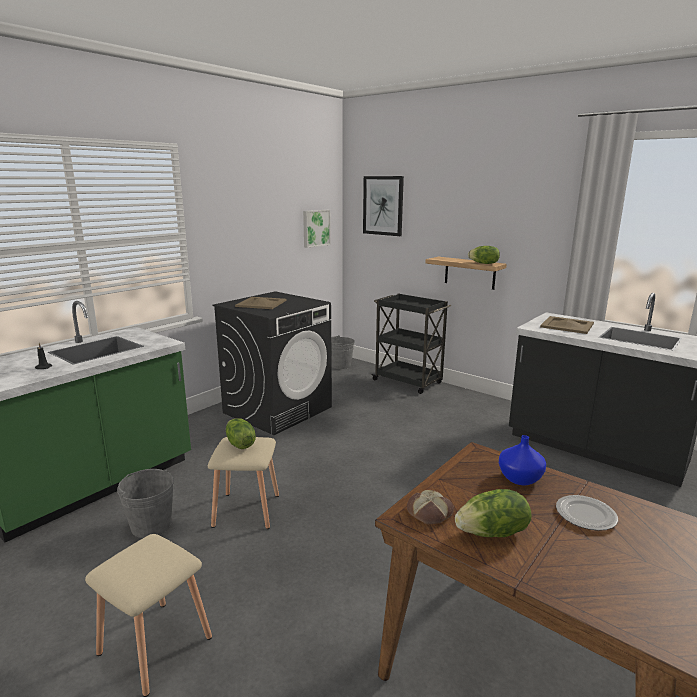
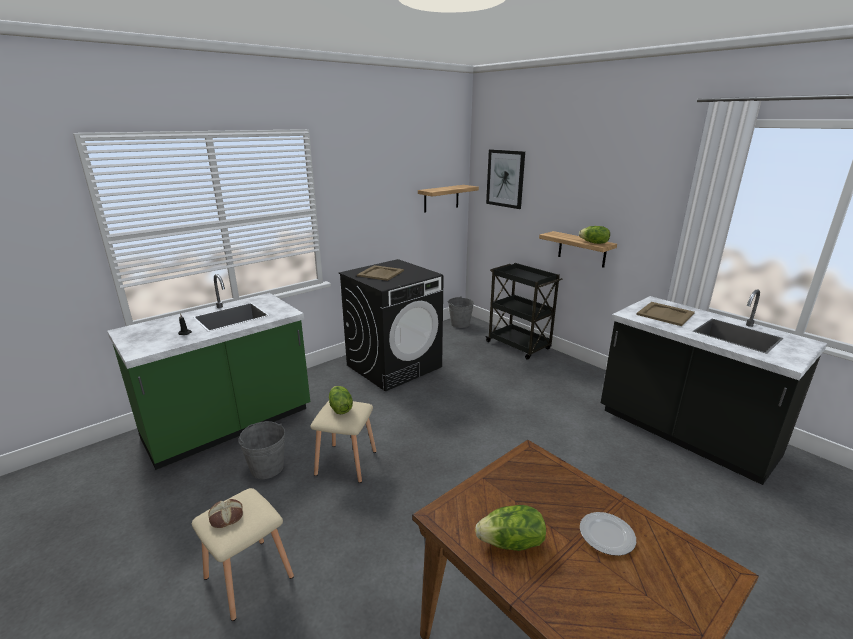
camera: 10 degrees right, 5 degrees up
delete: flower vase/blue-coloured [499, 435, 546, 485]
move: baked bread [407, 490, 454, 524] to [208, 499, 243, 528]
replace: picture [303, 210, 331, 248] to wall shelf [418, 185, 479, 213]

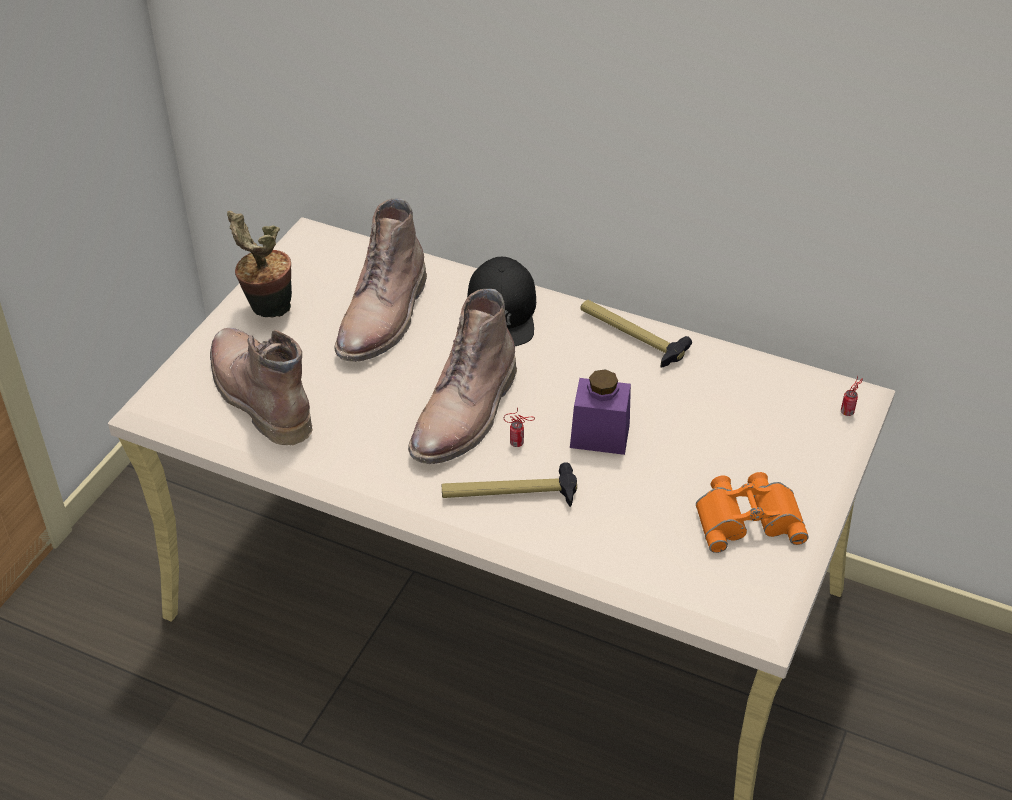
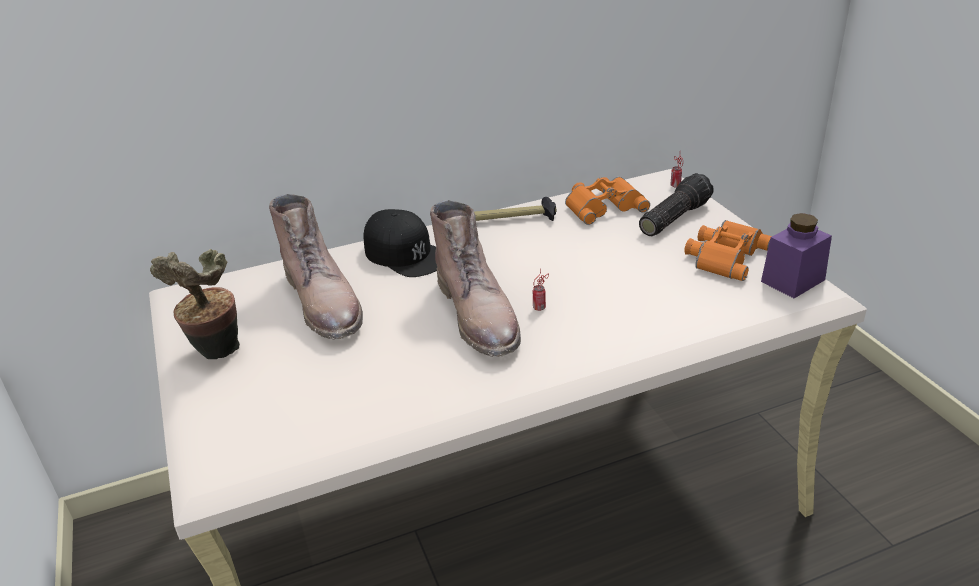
camera: 45 degrees left, 10 degrees down
delete: high-top boot/brown [210, 328, 313, 445]; tool hammer [442, 462, 577, 507]
insert: field glasses/orange-coloured [565, 177, 650, 225]; hand torch [639, 173, 714, 236]
move: jar/purple-coloured [570, 369, 631, 455] to [761, 213, 832, 298]

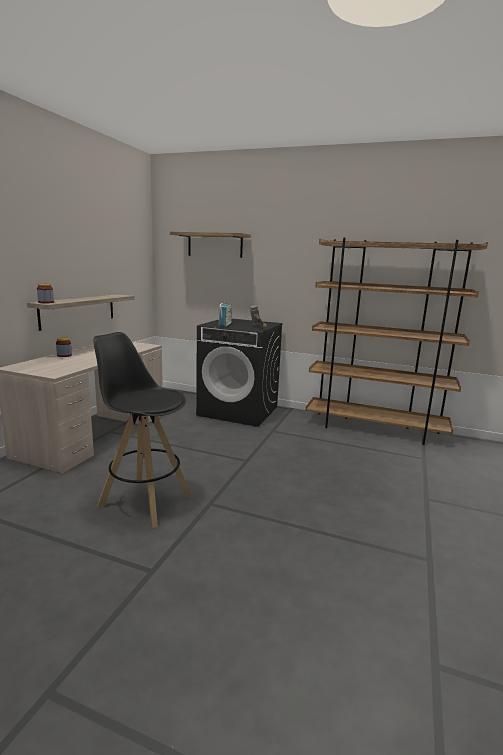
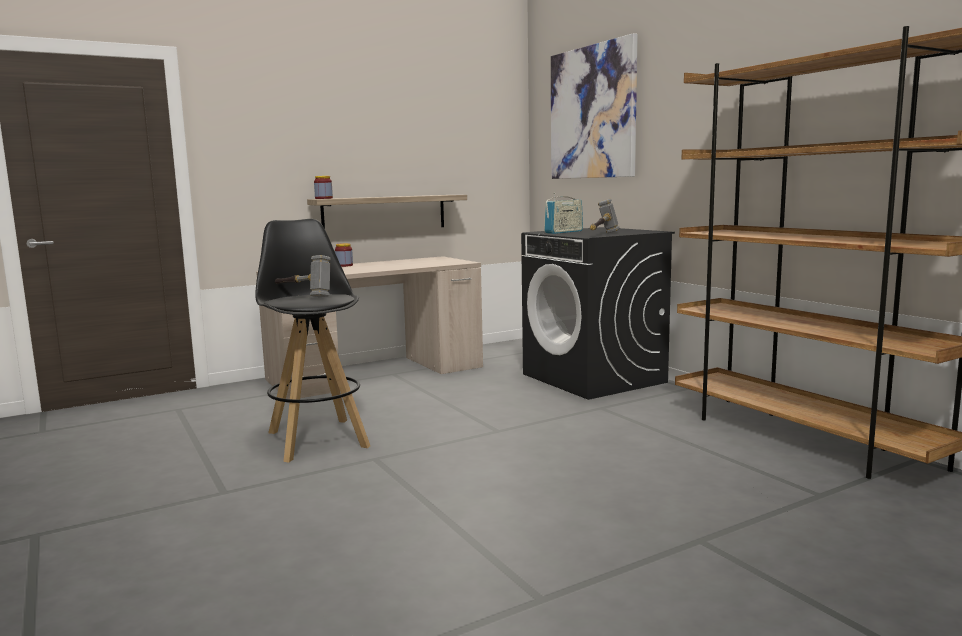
camera: 40 degrees right, 5 degrees down
insert: tool hammer [275, 255, 331, 297]
replace: wall shelf [170, 232, 251, 258] to picture [551, 33, 638, 179]

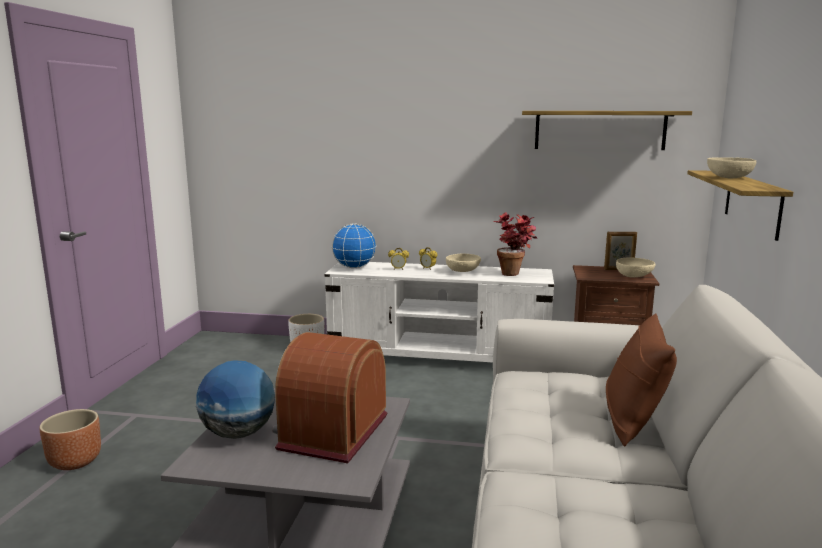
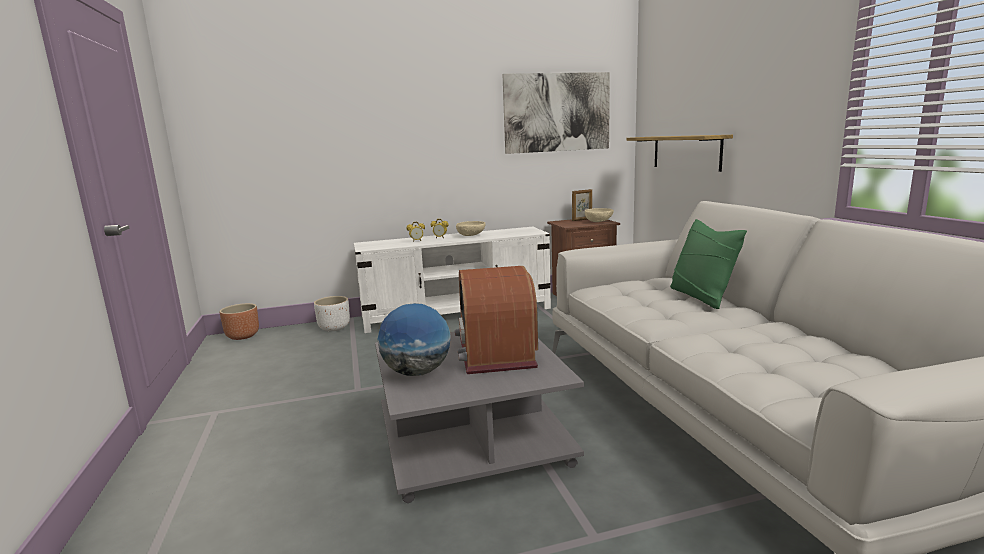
camera: 25 degrees left, 0 degrees up
delete: desk globe [332, 224, 377, 268]; plant in a pot [493, 212, 537, 276]; bowl/beige [707, 157, 757, 179]
move: plant pot/brown [40, 409, 101, 470] to [220, 303, 259, 340]
replace: wall shelf [522, 111, 692, 150] to picture [502, 72, 610, 154]
recolor: throw pillow/brown [606, 313, 677, 446] to throw pillow/green [670, 219, 747, 309]

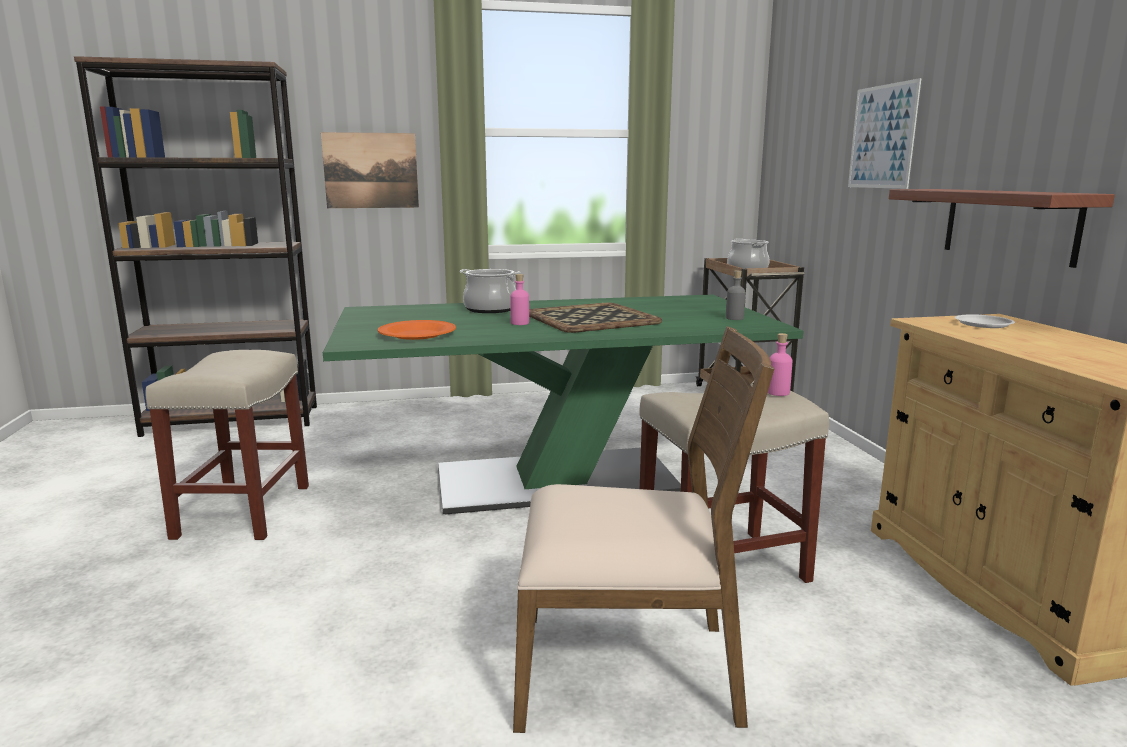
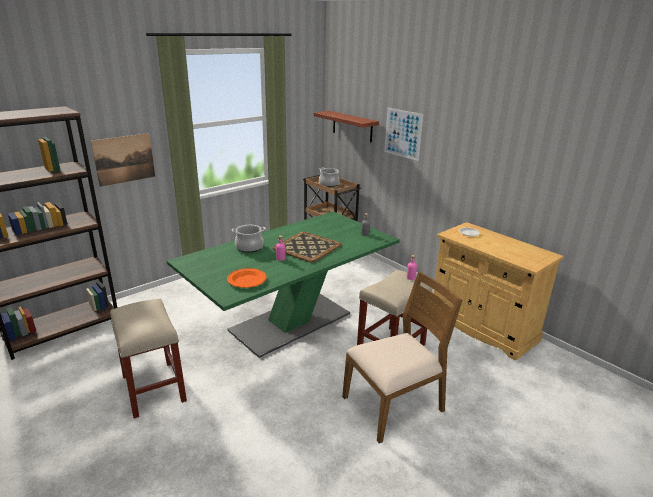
camera: 30 degrees left, 10 degrees up
move: wall shelf [889, 189, 1115, 268] to [314, 111, 379, 143]

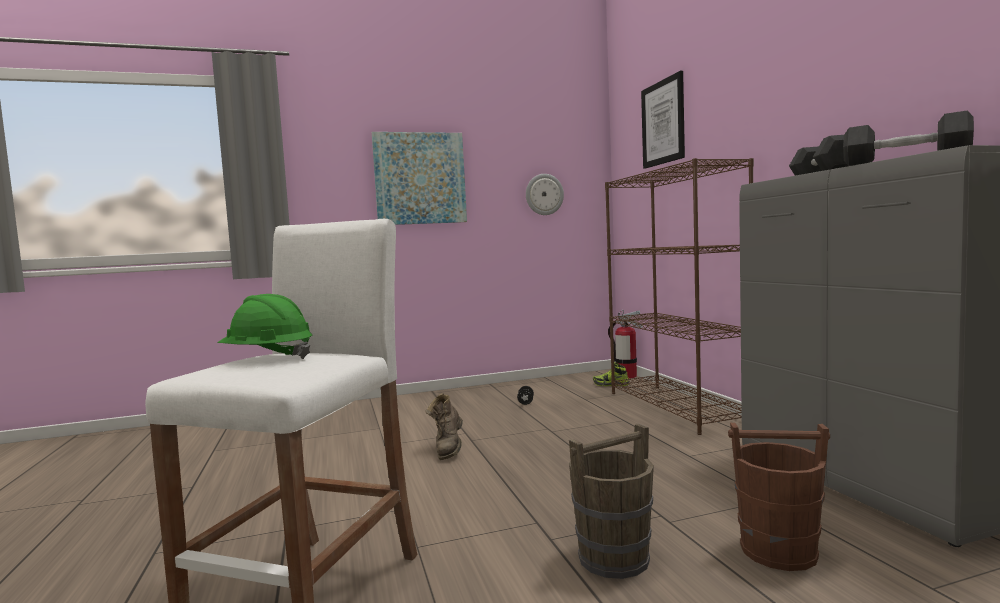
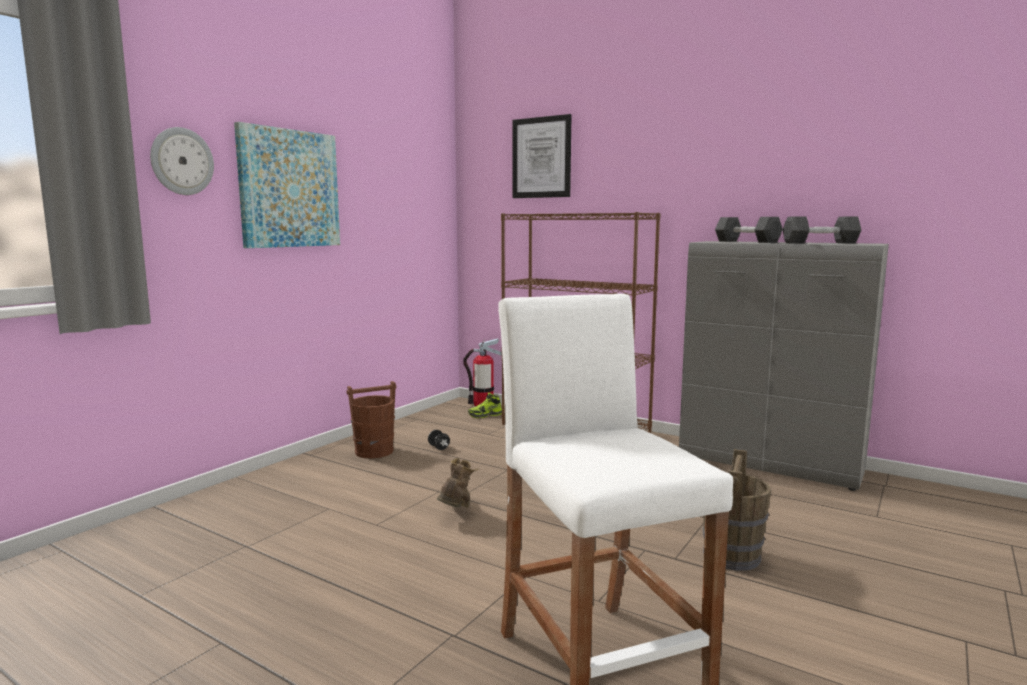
camera: 40 degrees left, 5 degrees up
delete: safety helmet/green [217, 294, 312, 359]
move: clock on the wall [526, 174, 564, 215] to [150, 127, 214, 195]; bucket/brown [728, 423, 830, 571] to [347, 381, 396, 458]
rotate: high-top boot/brown [425, 393, 463, 460] = [437, 458, 479, 508] 135 degrees counterclockwise

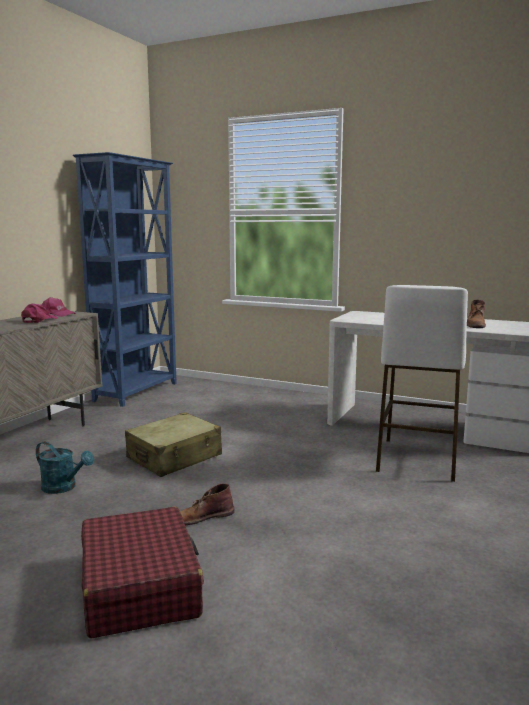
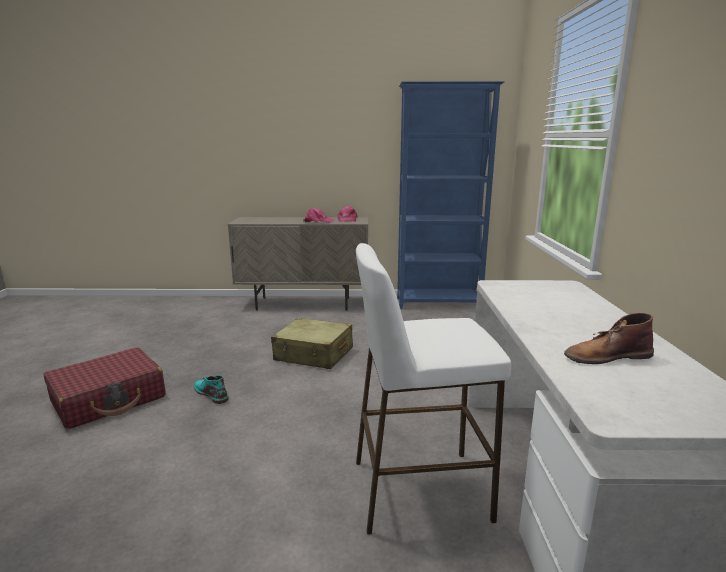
camera: 65 degrees right, 5 degrees up
delete: sprinkling can/turquoise [36, 441, 94, 494]
recolor: high-top boot/brown [180, 484, 235, 525] to high-top boot/turquoise [194, 375, 229, 404]

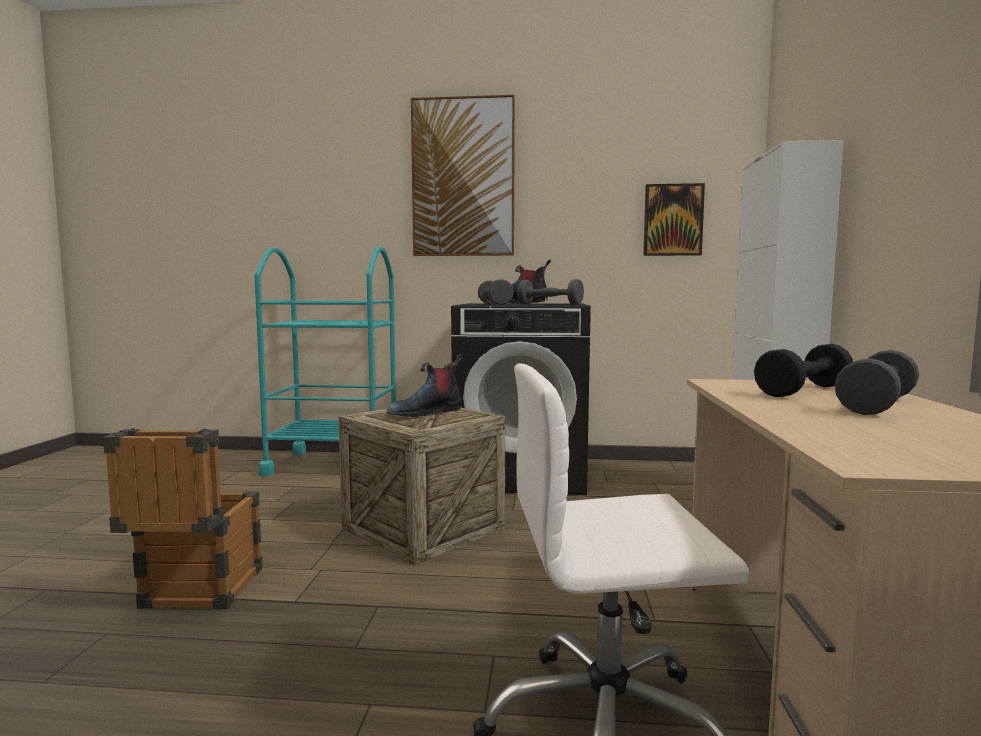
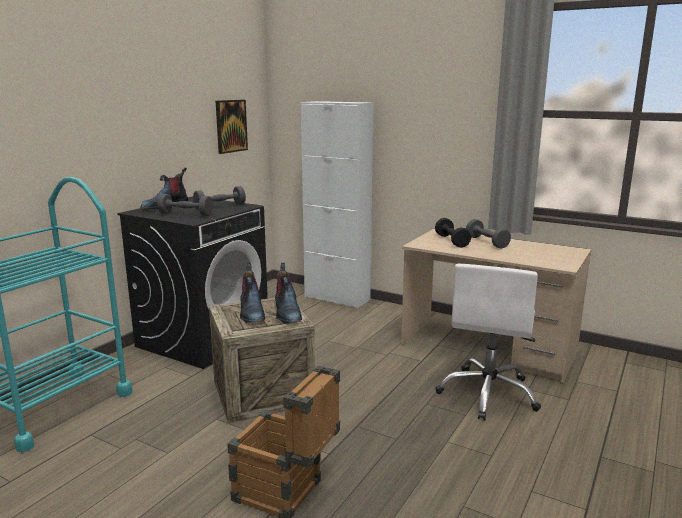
camera: 65 degrees left, 10 degrees up
delete: picture [411, 95, 515, 256]
insert: high-top boot [275, 263, 302, 323]

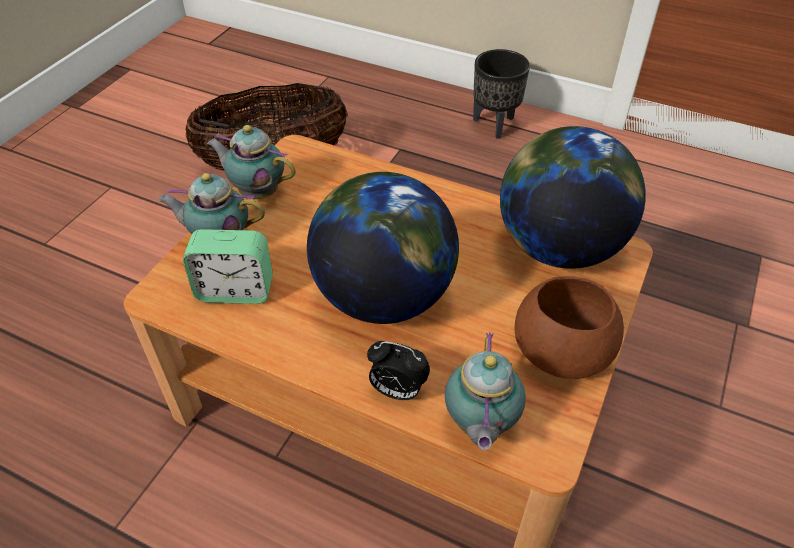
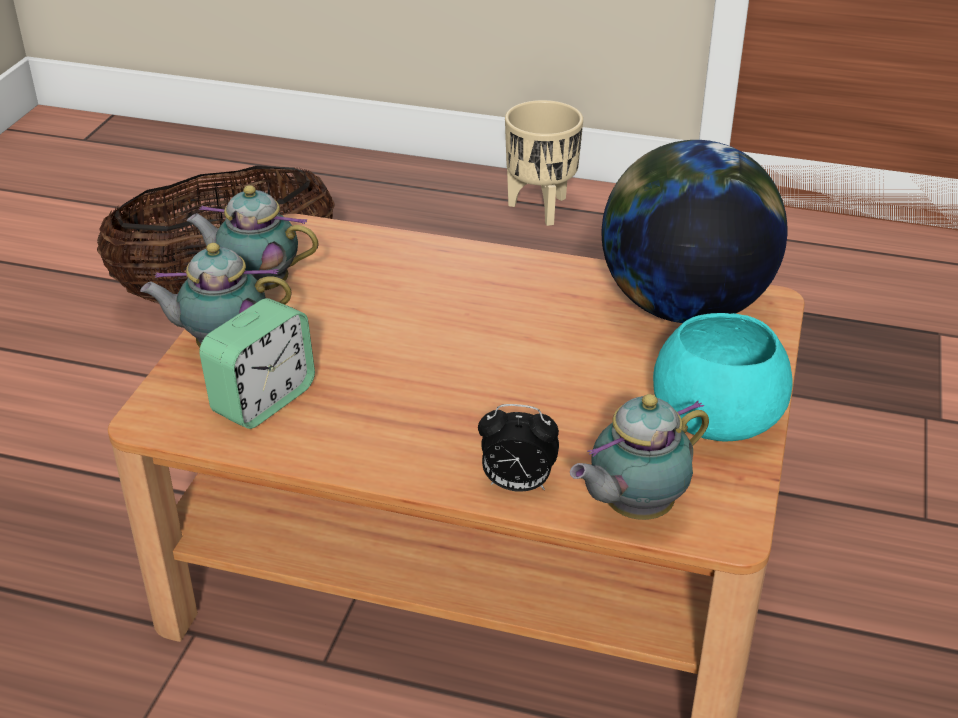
camera: 10 degrees left, 10 degrees down
delete: desk globe [307, 172, 459, 324]
recolor: plant pot/blackish [473, 49, 530, 139] to plant pot/beige [505, 100, 583, 226]; bowl/brown [515, 276, 624, 379] to bowl/turquoise [653, 313, 792, 442]
rotate: alarm clock [183, 229, 273, 304] = [199, 298, 315, 429] 45 degrees counterclockwise; tea pot [445, 332, 526, 450] = [570, 394, 709, 520] 60 degrees clockwise

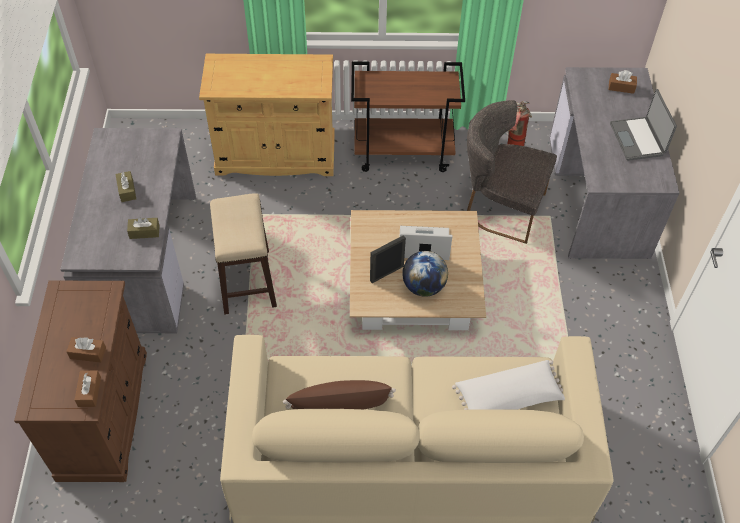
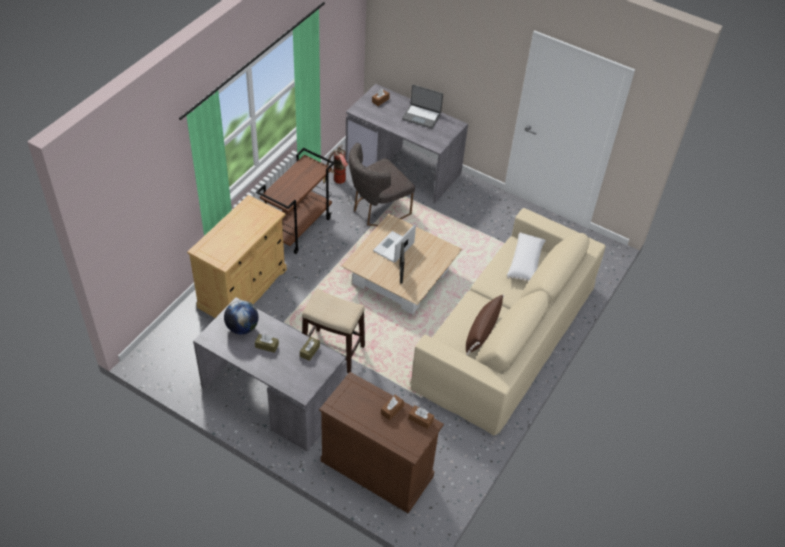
camera: 60 degrees left, 5 degrees down
move: desk globe [402, 251, 448, 297] to [224, 300, 259, 334]

